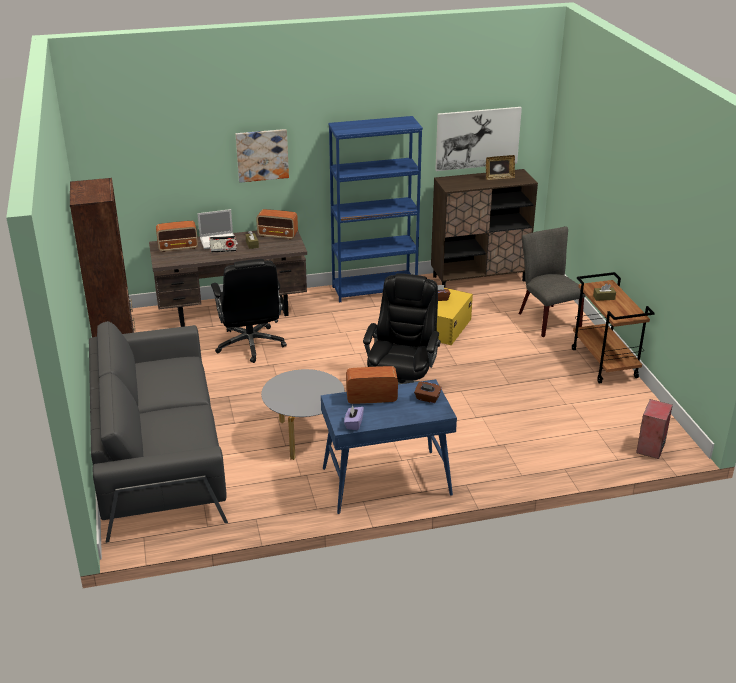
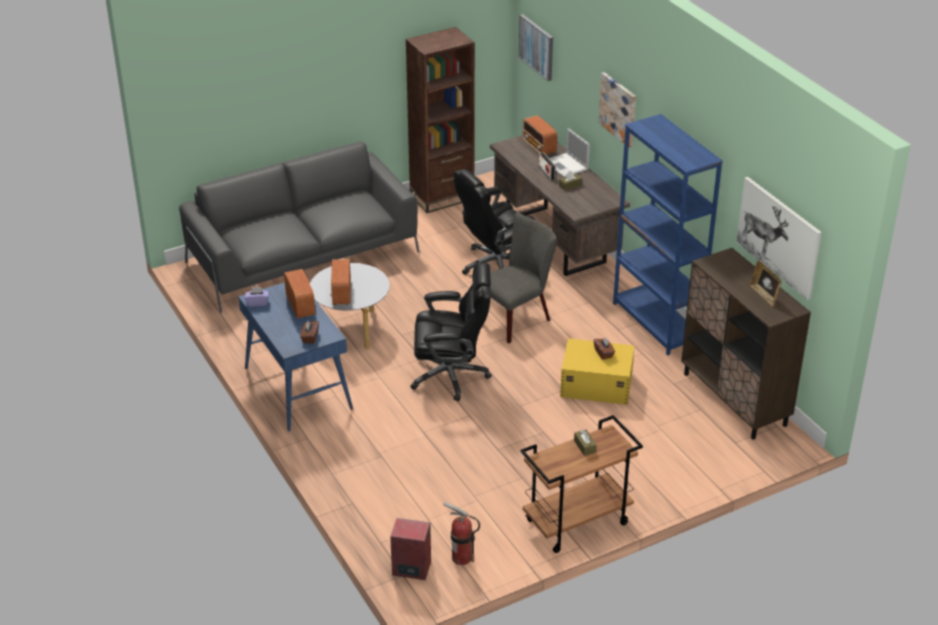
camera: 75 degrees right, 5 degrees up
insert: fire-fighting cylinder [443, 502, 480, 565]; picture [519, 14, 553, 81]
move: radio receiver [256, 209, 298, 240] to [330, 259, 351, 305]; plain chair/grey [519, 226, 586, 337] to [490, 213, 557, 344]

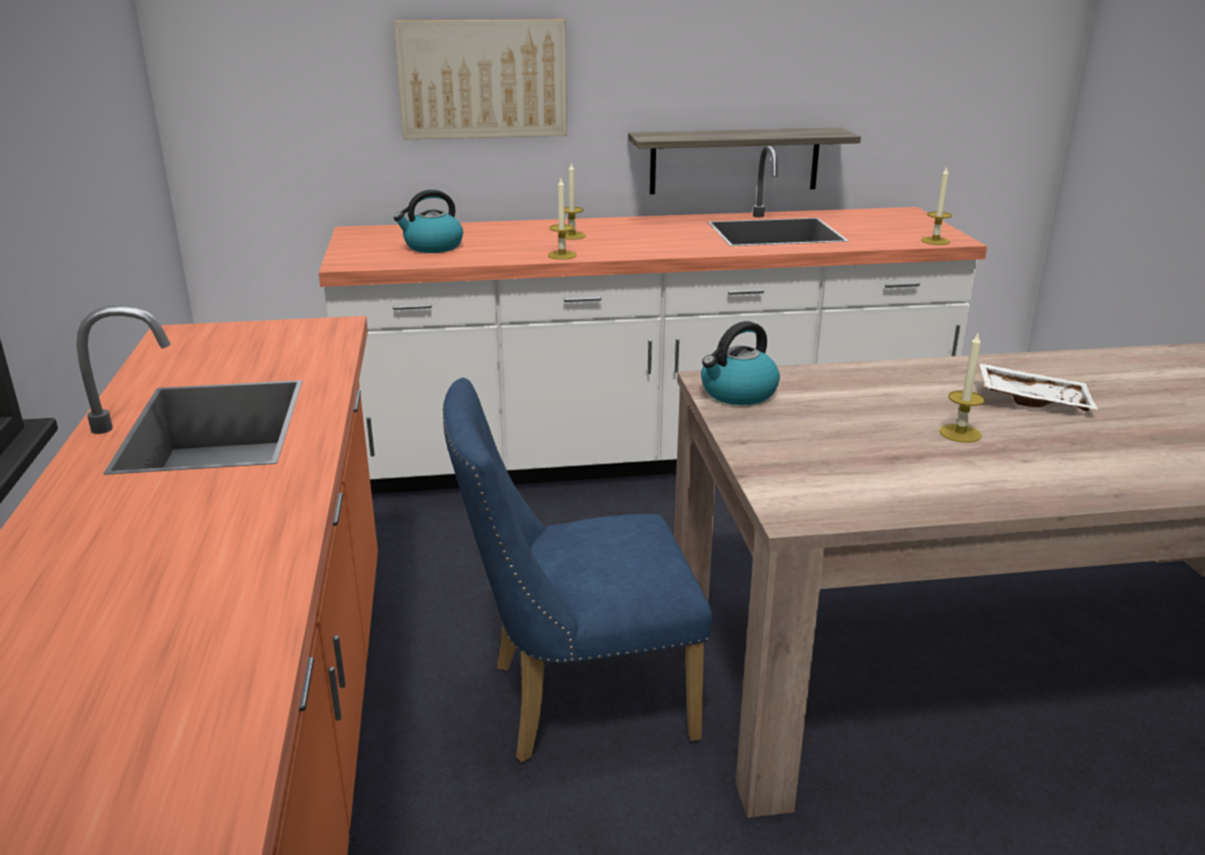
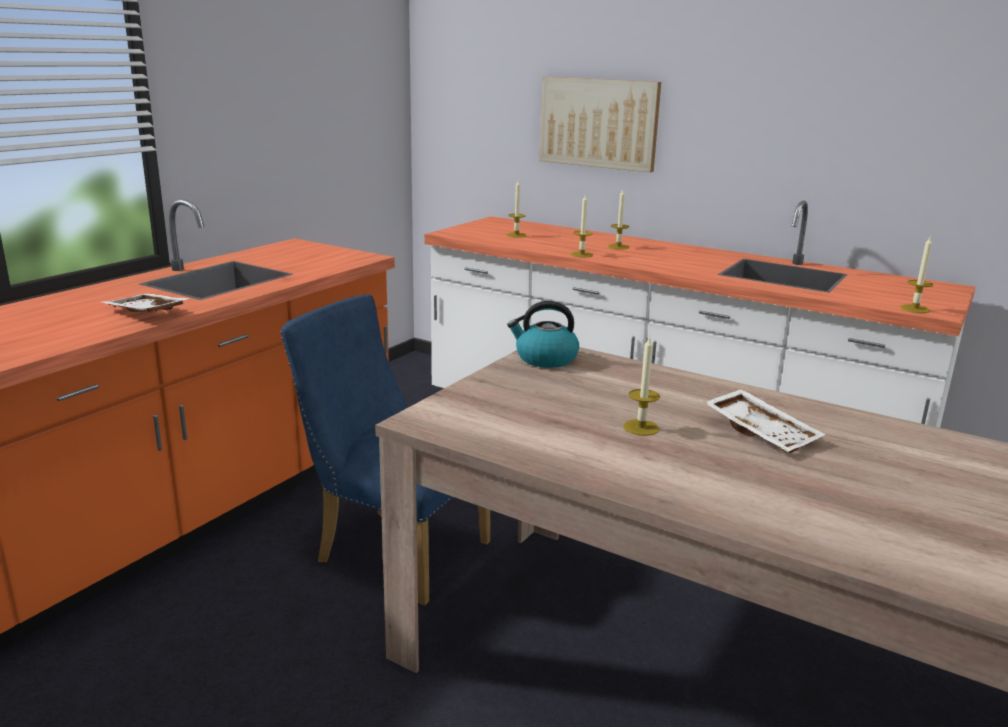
camera: 40 degrees right, 5 degrees down
delete: wall shelf [628, 127, 861, 194]
insert: serving tray/whitish [102, 294, 190, 312]
replace: water kettle [394, 190, 463, 253] to candle [506, 180, 527, 238]

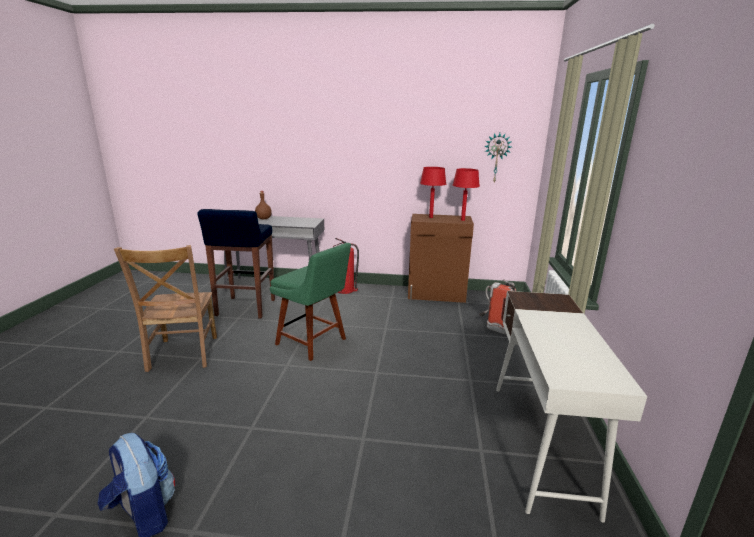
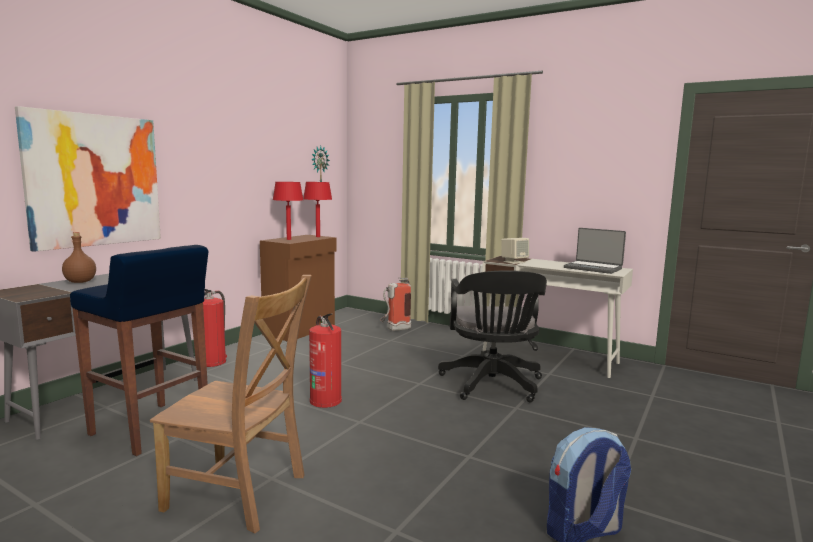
camera: 65 degrees left, 10 degrees down
insert: picture [15, 106, 161, 252]; desk chair/blackish [438, 270, 547, 403]; speaker/beige [502, 238, 529, 264]; portable computer [564, 228, 626, 274]
replace: plain chair/green [270, 243, 351, 361] to fire-fighting cylinder [309, 313, 342, 408]

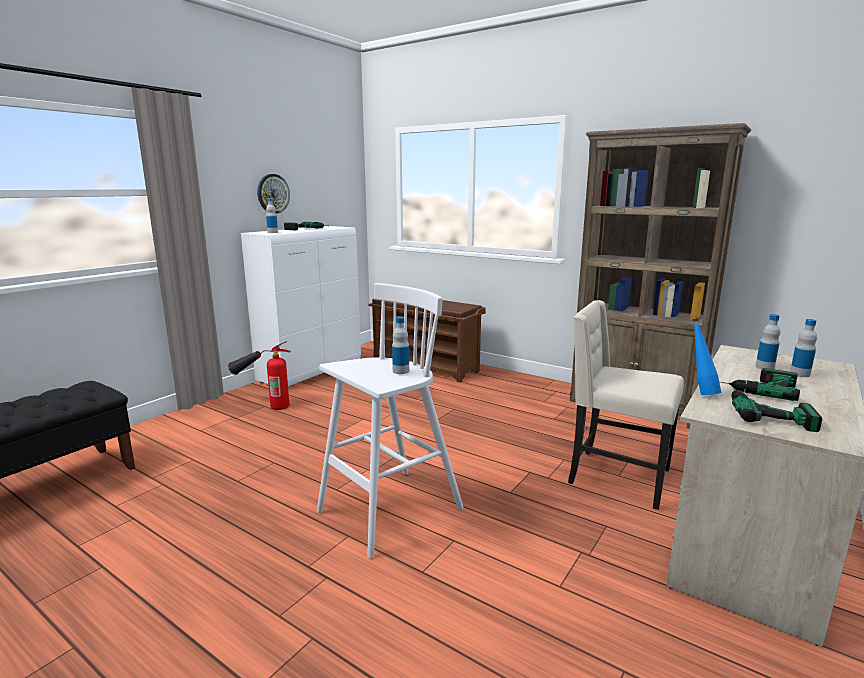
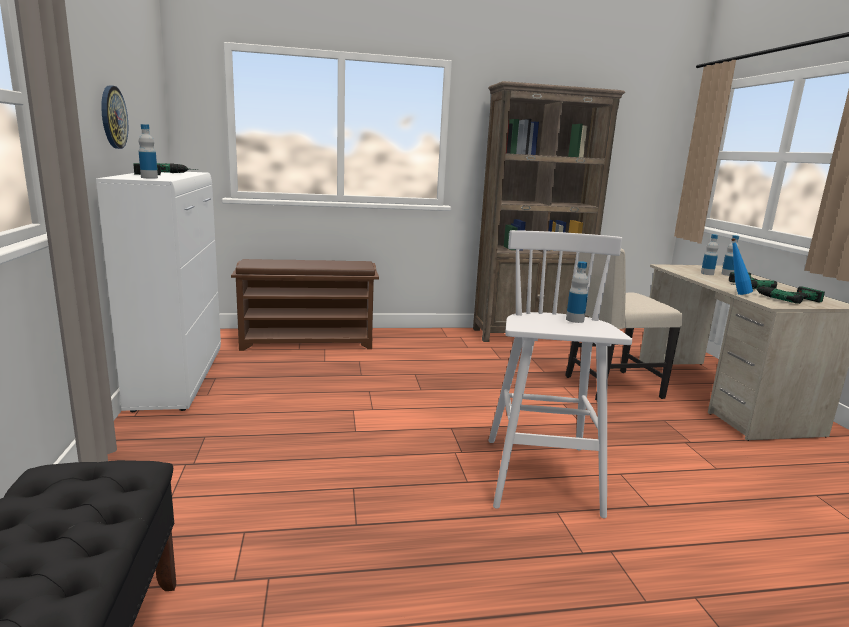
camera: 45 degrees left, 0 degrees up
delete: fire-fighting cylinder [228, 341, 291, 410]

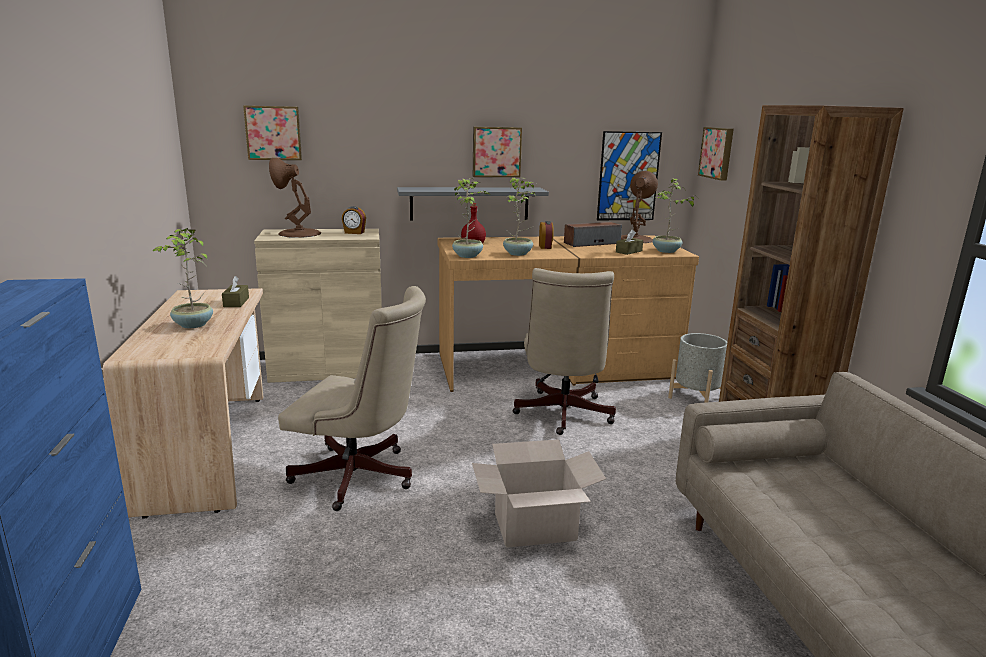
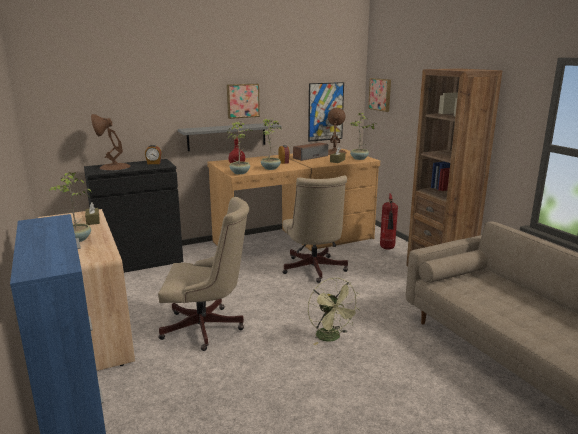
camera: 15 degrees left, 0 degrees up
delete: picture [243, 105, 302, 160]
replace: packing box [472, 439, 606, 548] to electric fan/green [308, 278, 361, 345]; plant pot/grey [668, 333, 727, 403] to fire-fighting cylinder [380, 193, 398, 249]
recolor: storage cabinet/beige [254, 229, 382, 383] to storage cabinet/blackish [84, 159, 183, 273]

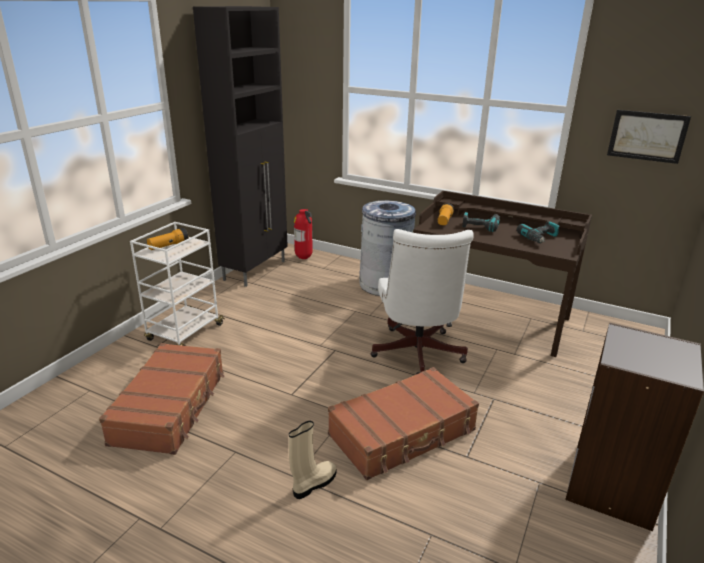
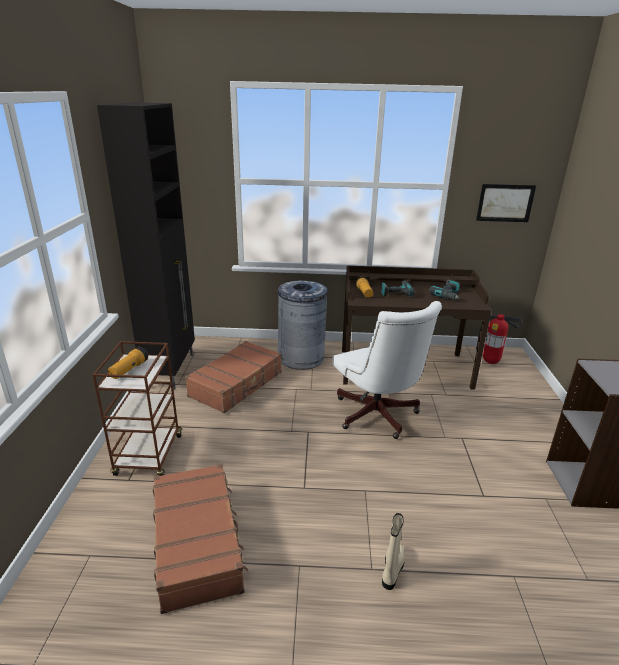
camera: 25 degrees left, 0 degrees up
move: piece of luggage/brown [328, 367, 479, 480] to [185, 341, 282, 413]; fire-fighting cylinder [294, 209, 313, 259] to [476, 314, 523, 364]
recolor: trolley/whitish [130, 222, 225, 346] to trolley/brown [92, 341, 183, 476]

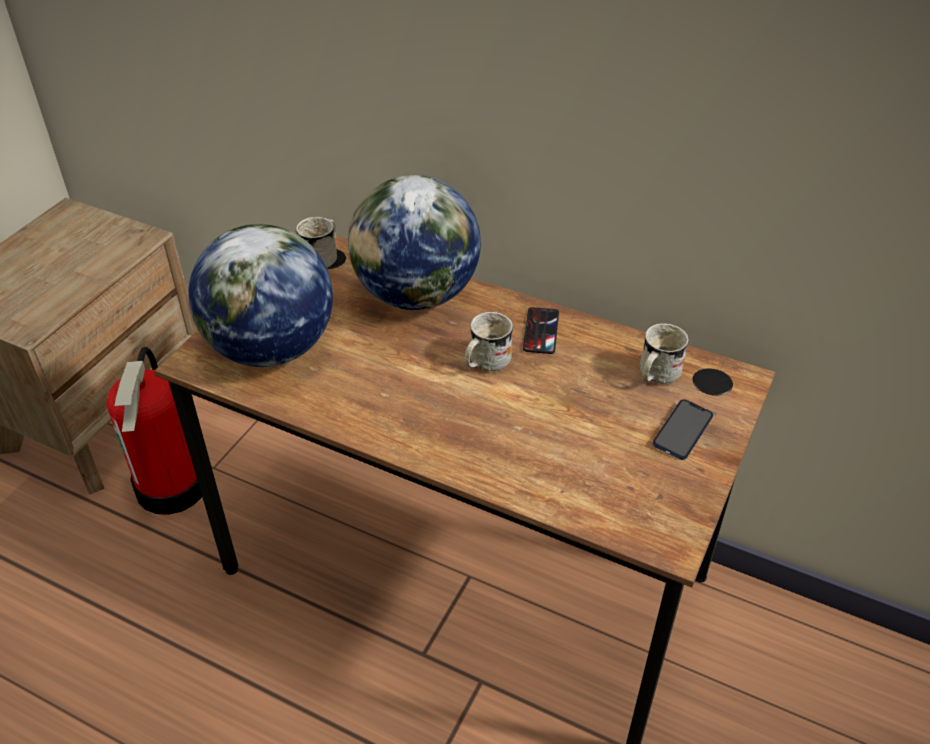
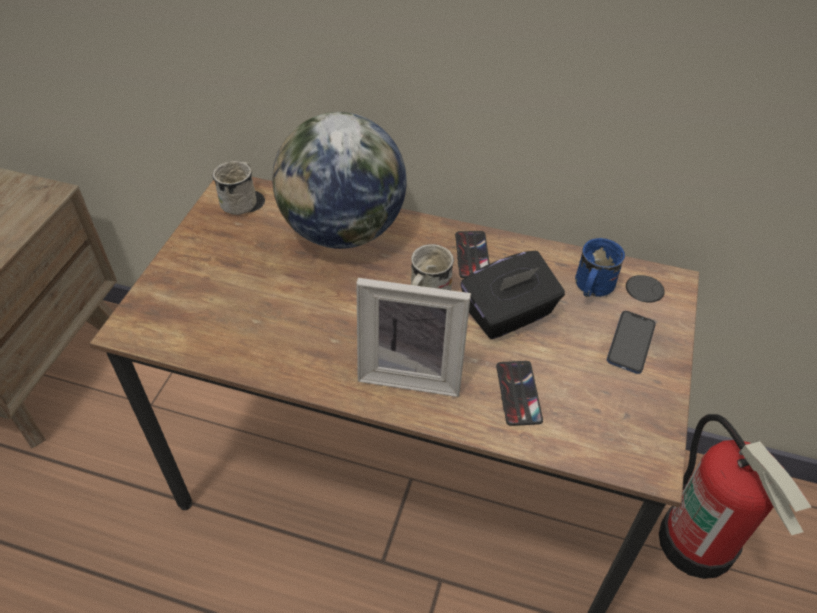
camera: 10 degrees left, 5 degrees up
delete: desk globe [188, 224, 333, 367]
insert: picture frame [356, 278, 471, 397]; box of tissues/blackish [461, 251, 565, 339]; telephone [496, 361, 543, 426]
move: fire-fighting cylinder [106, 347, 202, 515] to [659, 414, 811, 579]
recolor: coffee mug/whitish [640, 323, 689, 385] to coffee mug/blue-coloured [575, 238, 625, 297]

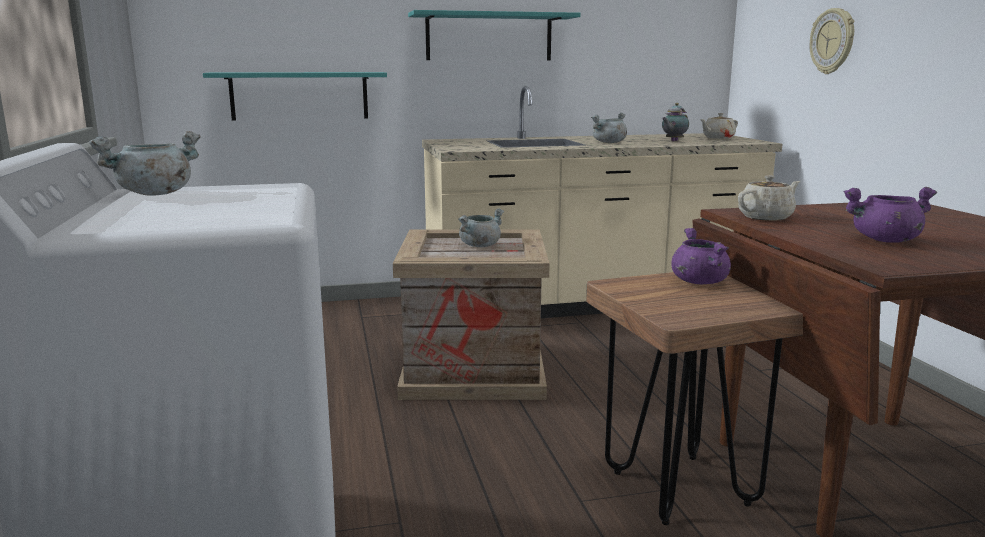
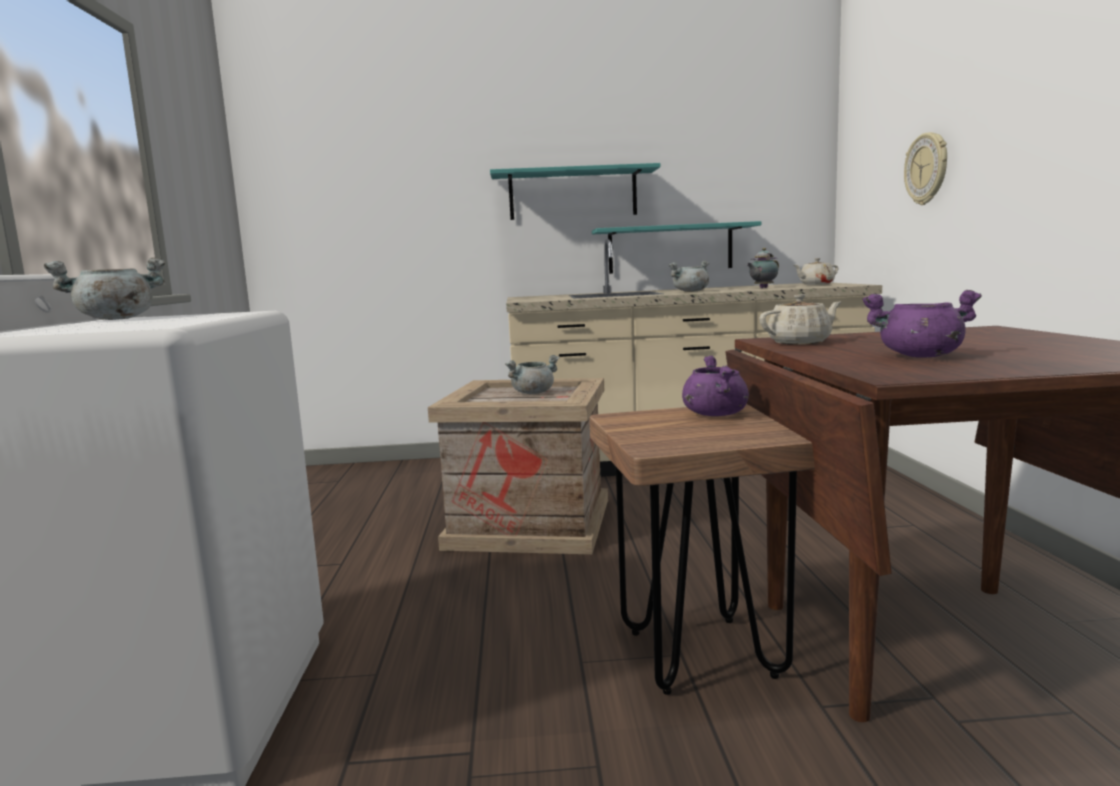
camera: 10 degrees right, 5 degrees down
move: wall shelf/turquoise [203, 72, 387, 121] to [592, 221, 761, 274]

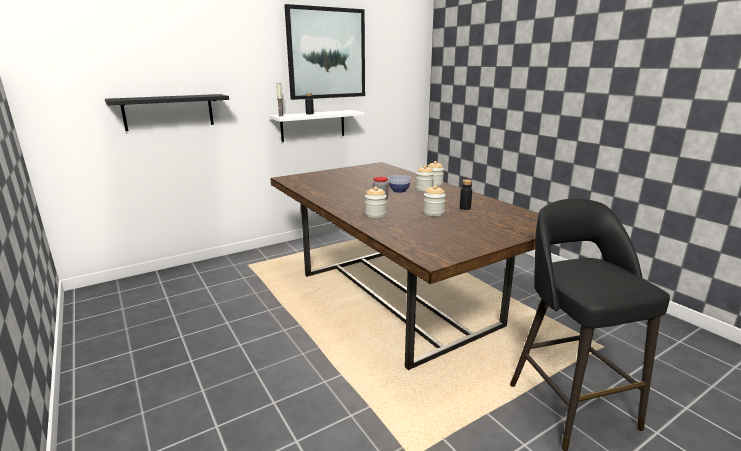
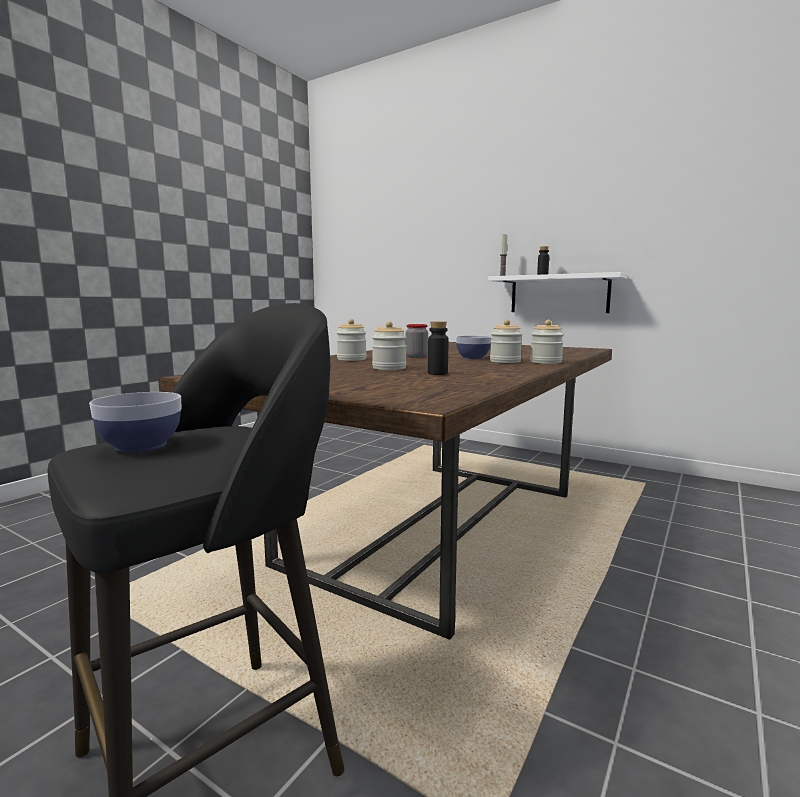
camera: 65 degrees right, 10 degrees down
delete: wall shelf/blackish [105, 94, 229, 131]; picture [284, 4, 365, 100]
insert: bowl [89, 392, 181, 452]

